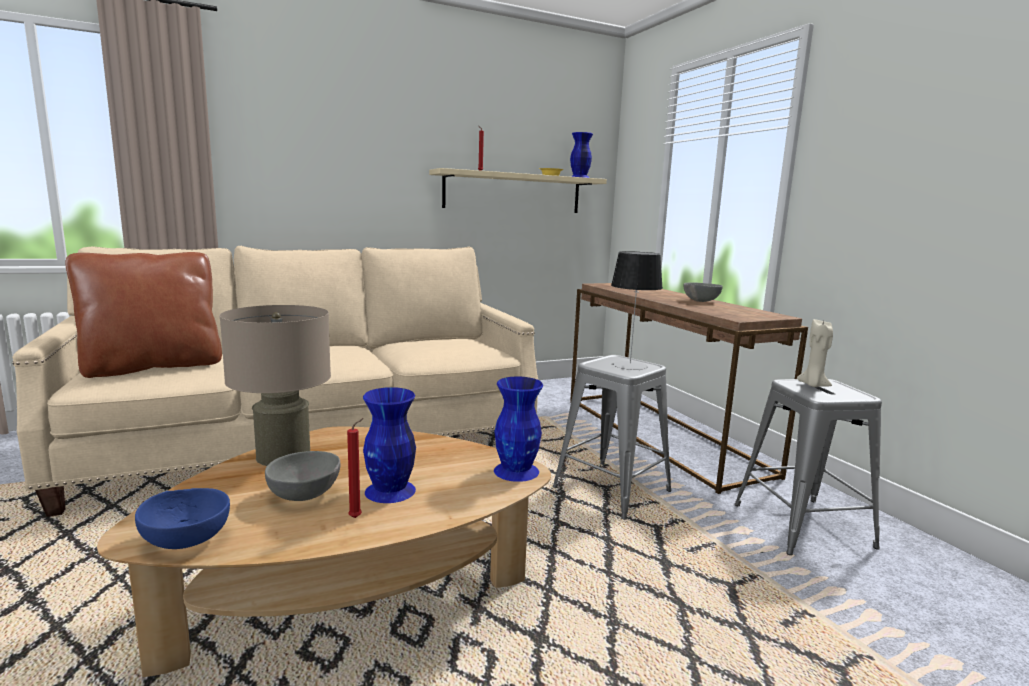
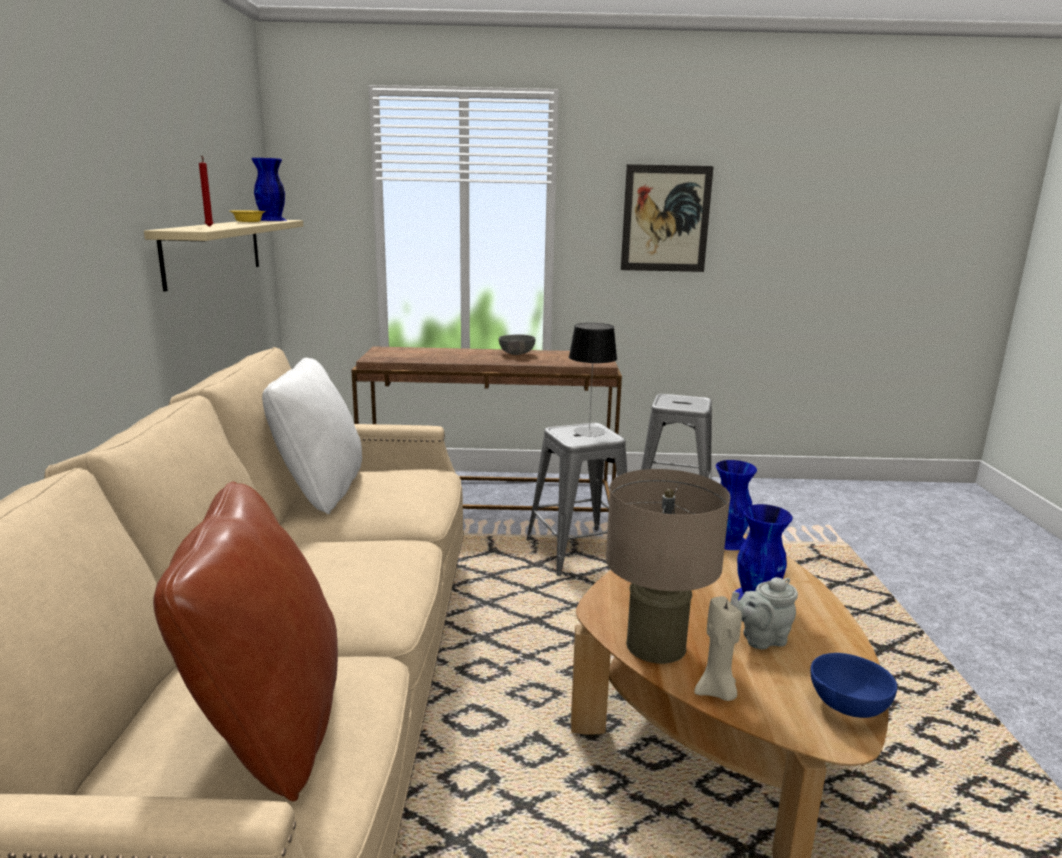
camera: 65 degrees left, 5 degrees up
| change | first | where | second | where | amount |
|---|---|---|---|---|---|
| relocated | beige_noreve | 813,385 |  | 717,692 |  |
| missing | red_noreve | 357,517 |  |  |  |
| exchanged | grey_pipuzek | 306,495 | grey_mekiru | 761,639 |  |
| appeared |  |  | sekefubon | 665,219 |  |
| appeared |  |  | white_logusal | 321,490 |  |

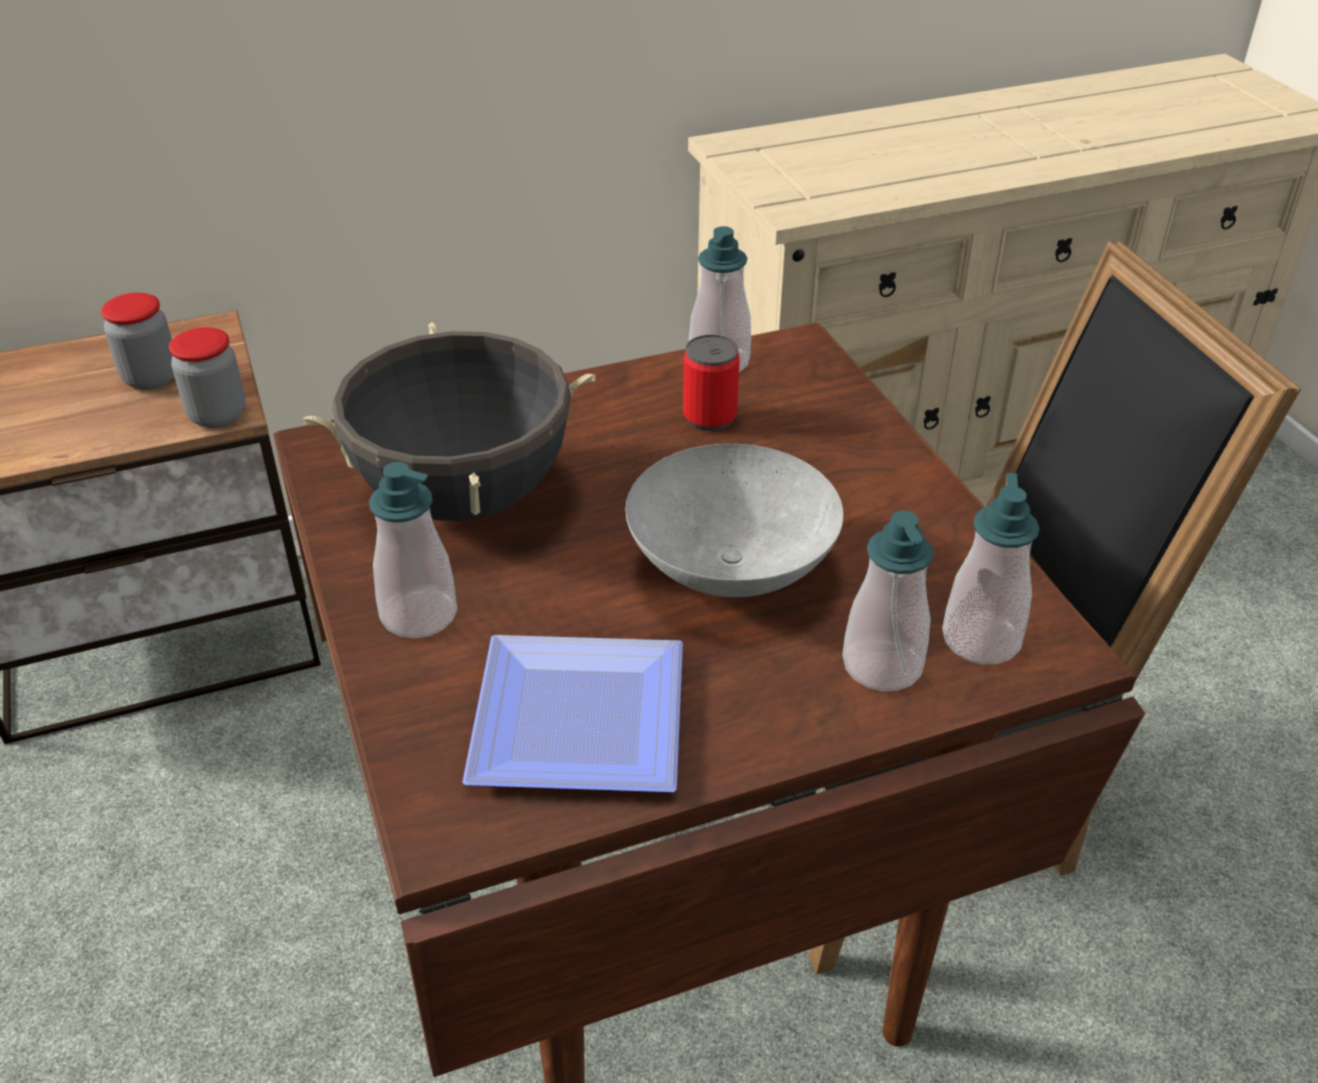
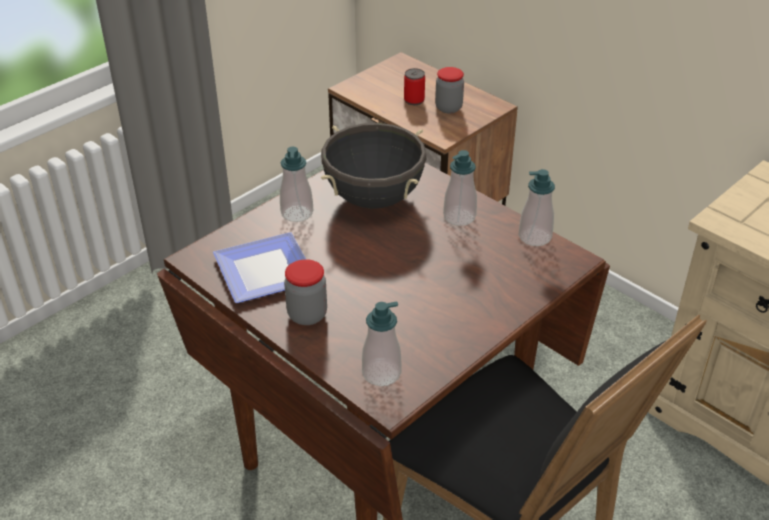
camera: 65 degrees right, 0 degrees up
| change | first | where | second | where | amount |
|---|---|---|---|---|---|
| relocated | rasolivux | 217,415 |  | 307,315 |  |
| relocated | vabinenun | 709,417 |  | 414,100 |  |
| missing | grey_pipuzek | 733,571 |  |  |  |
| relocated | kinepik | 882,665 |  | 459,217 |  |

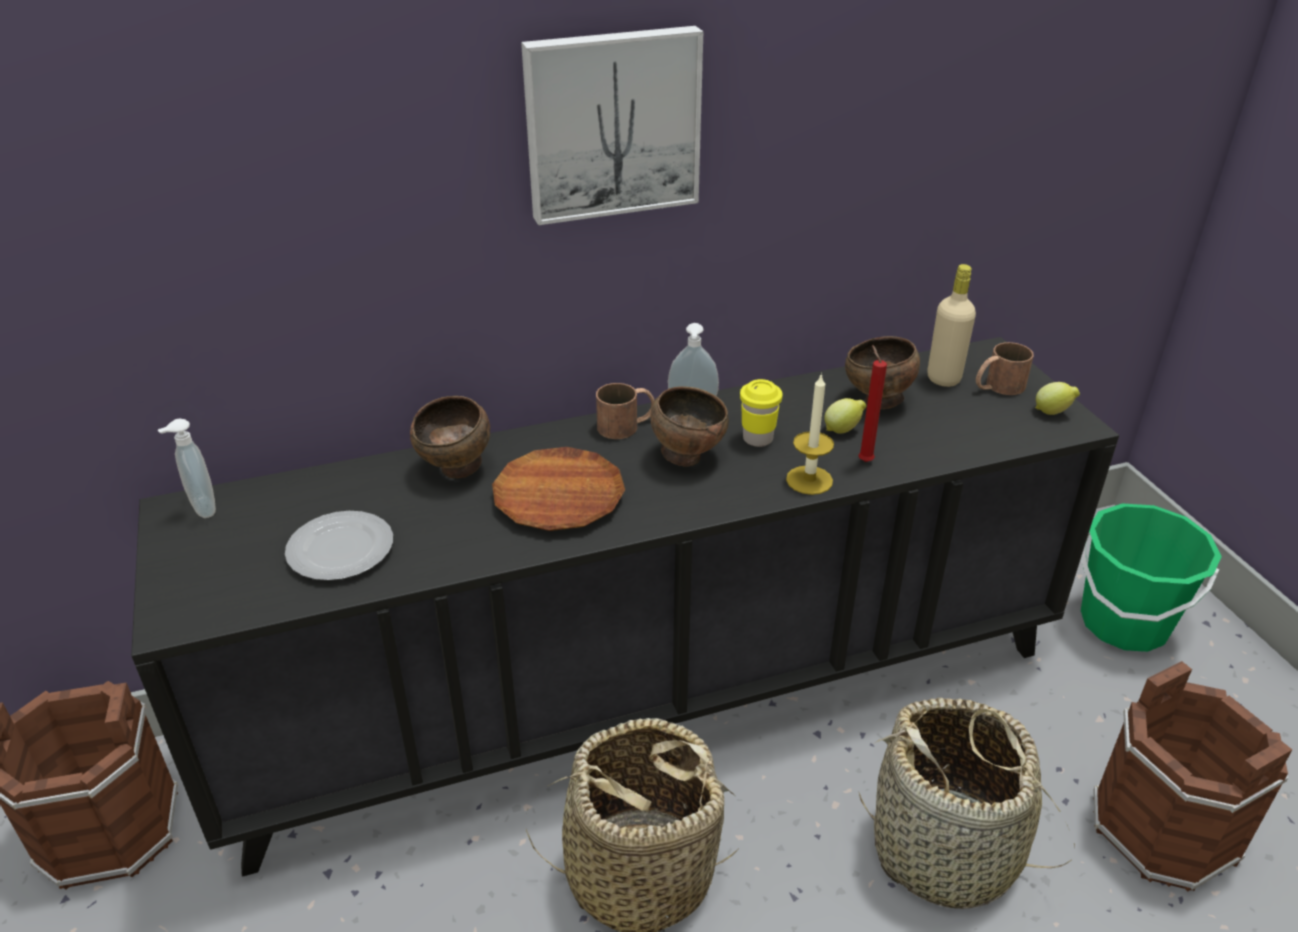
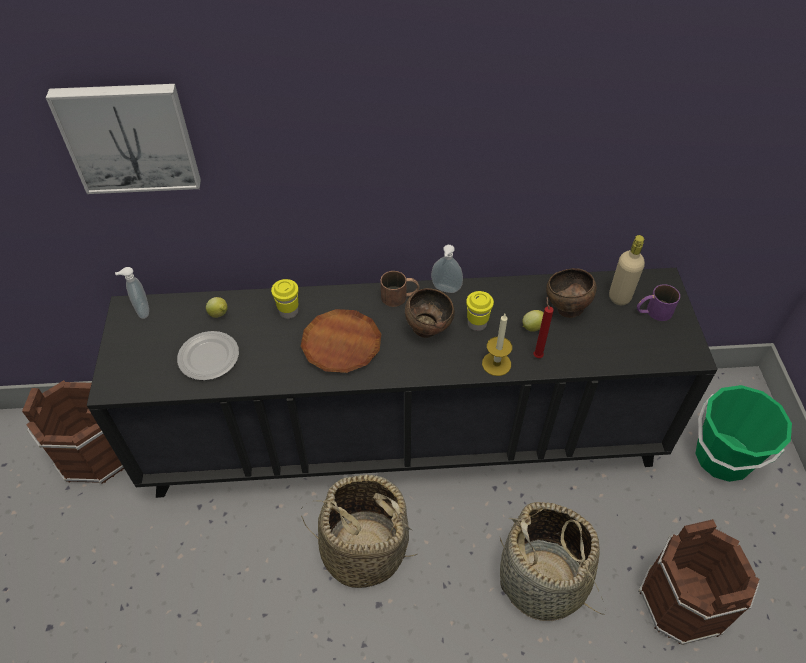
camera: 15 degrees right, 15 degrees up
| change | first | where | second | where | amount |
|---|---|---|---|---|---|
| relocated | sekefubon | 612,123 |  | 129,137 |  |
| colour | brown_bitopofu | 997,387 | purple_bitopofu | 653,311 |  |
| relocated | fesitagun | 1053,412 |  | 219,315 |  |
| exchanged | brown_pipuzek | 456,470 | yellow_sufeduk | 288,312 |  |

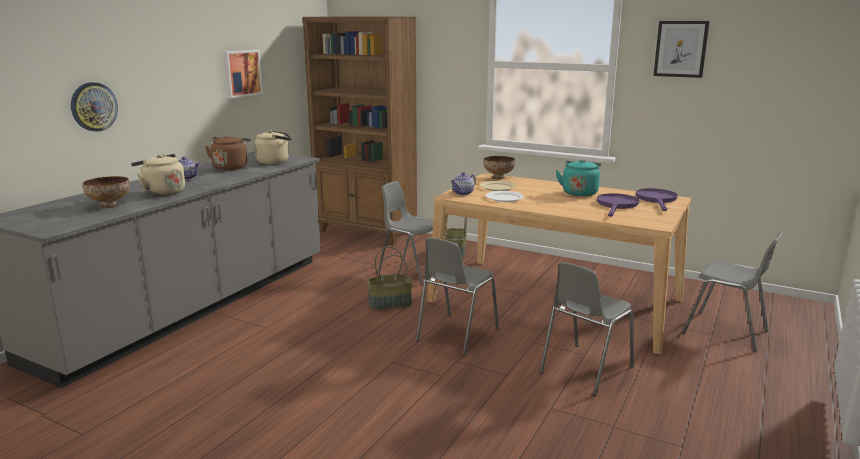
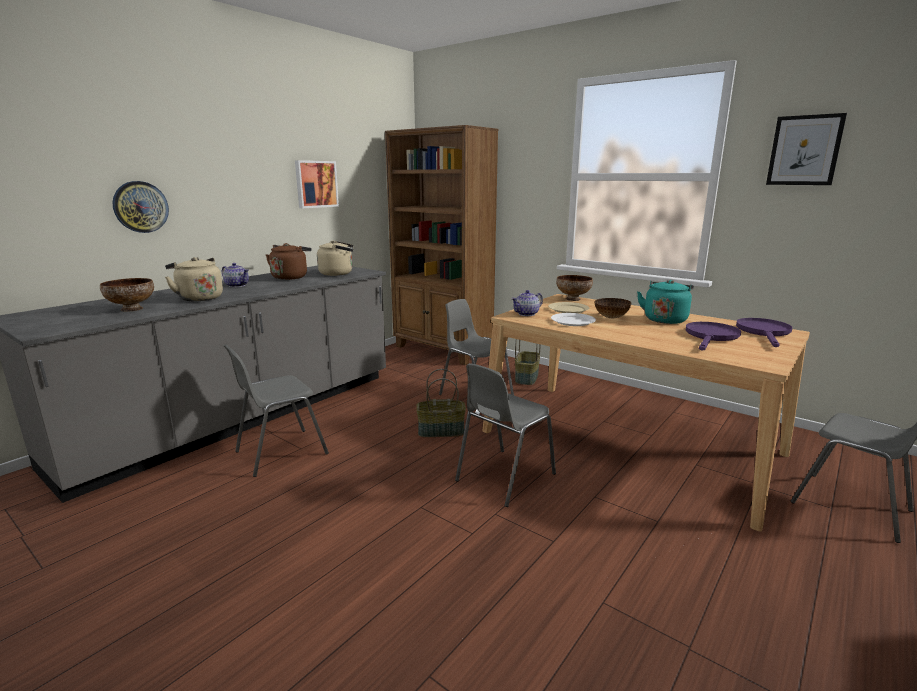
camera: 10 degrees right, 0 degrees up
| change | first | where | second | where | amount |
|---|---|---|---|---|---|
| relocated | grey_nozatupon | 584,370 |  | 280,452 |  |
| appeared |  |  | pipuzek | 610,317 |  |

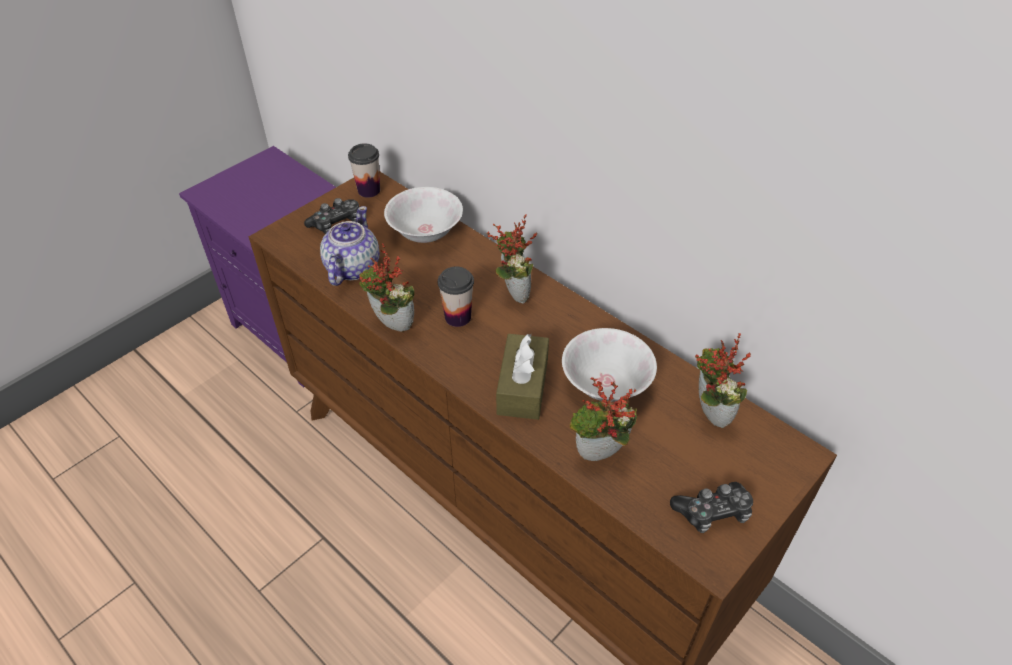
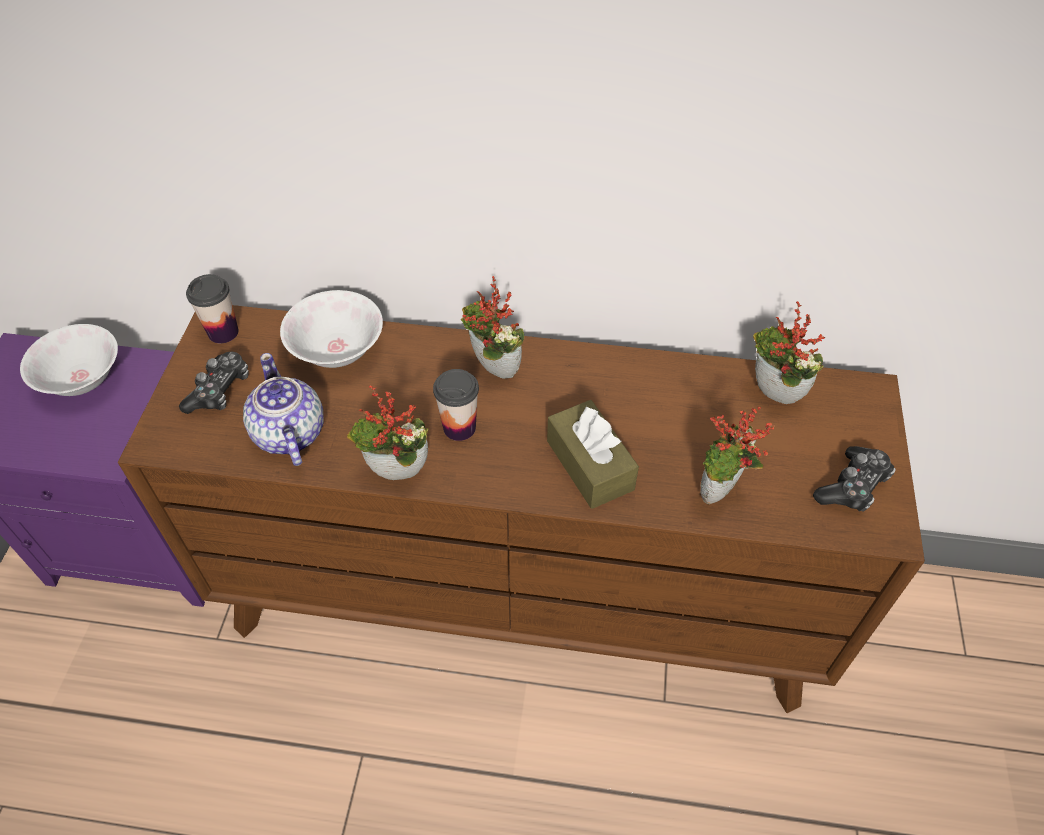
camera: 35 degrees left, 5 degrees up
| change | first | where | second | where | amount |
|---|---|---|---|---|---|
| relocated | white_pipuzek | 605,384 |  | 82,379 |  |

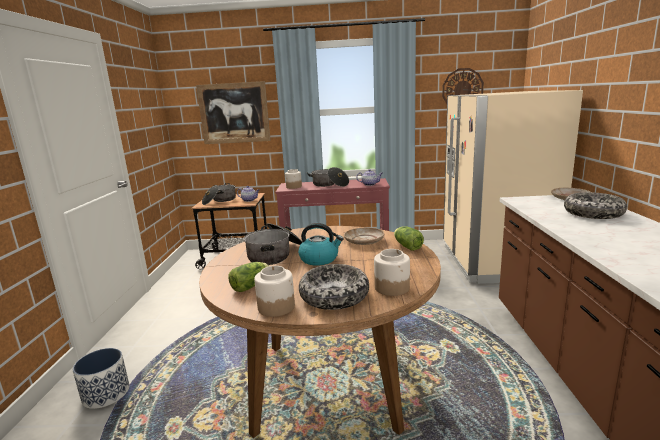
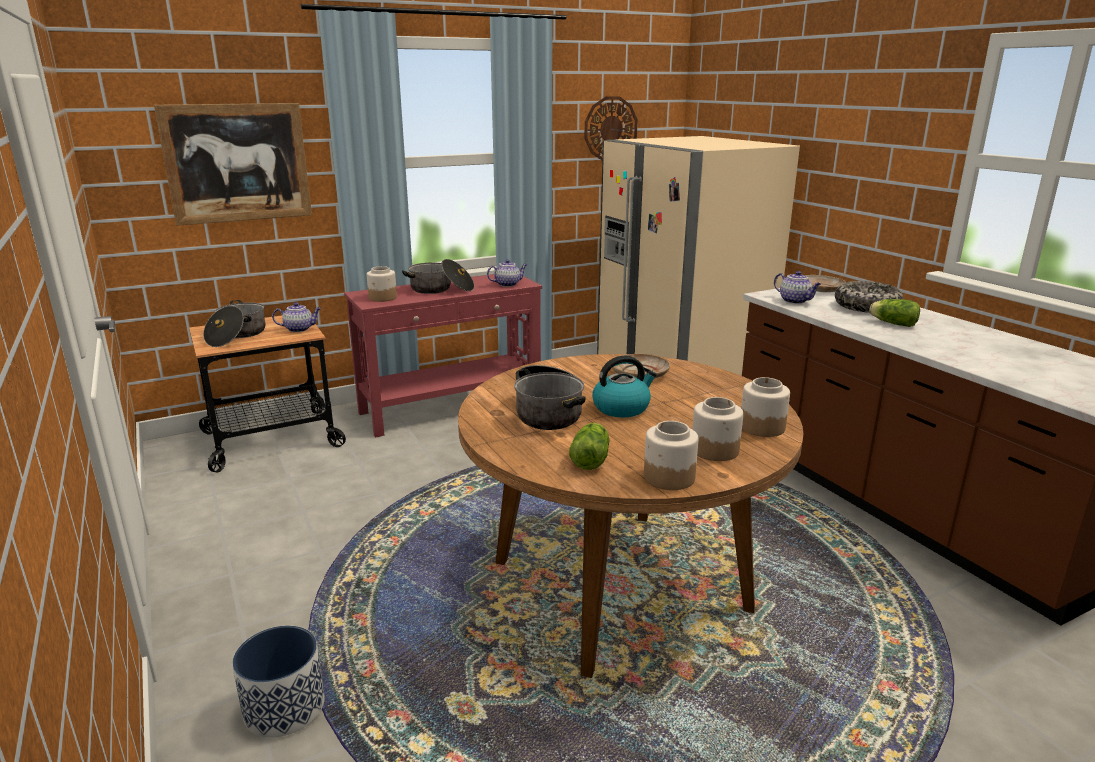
camera: 30 degrees left, 5 degrees up
| change | first | where | second | where | amount |
|---|---|---|---|---|---|
| relocated | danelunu | 407,246 |  | 892,323 |  |
| exchanged | pipuzek | 334,296 | rasolivux | 715,450 |  |
| appeared |  |  | mekiru | 795,301 |  |

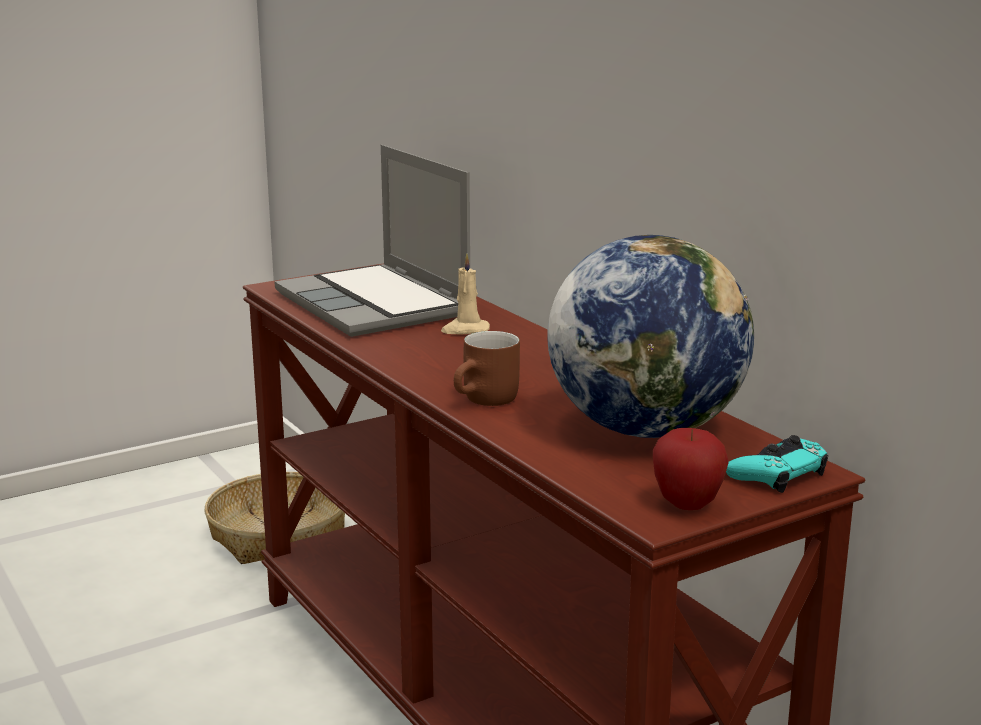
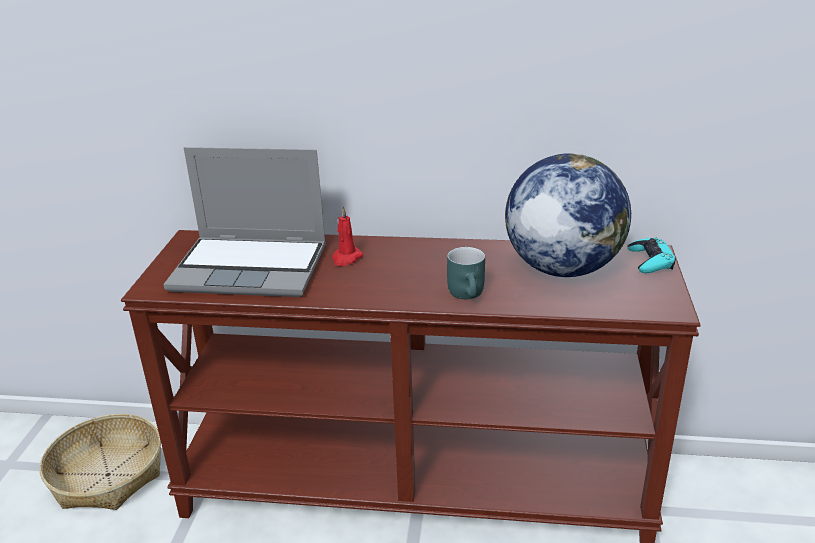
camera: 50 degrees left, 10 degrees up
| change | first | where | second | where | amount |
|---|---|---|---|---|---|
| colour | beige_noreve | 465,330 | red_noreve | 346,258 |  |
| colour | brown_bitopofu | 488,401 | turquoise_bitopofu | 469,294 |  |
| missing | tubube | 687,505 |  |  |  |

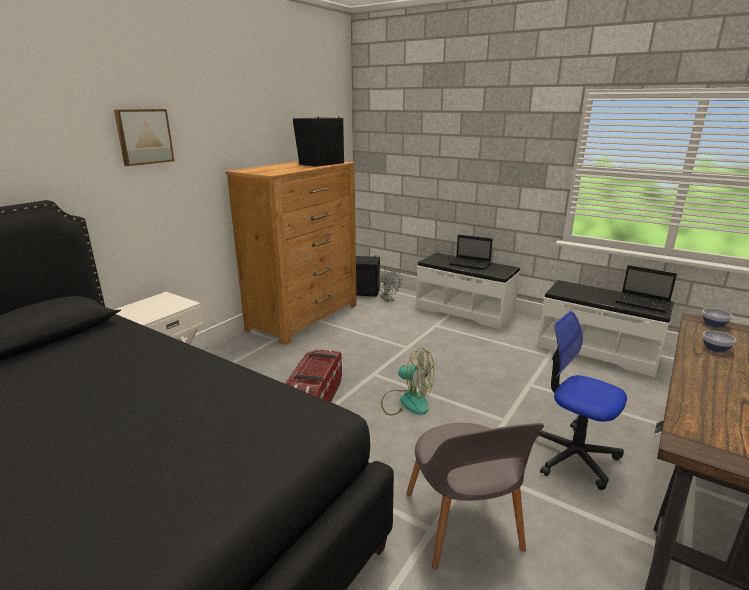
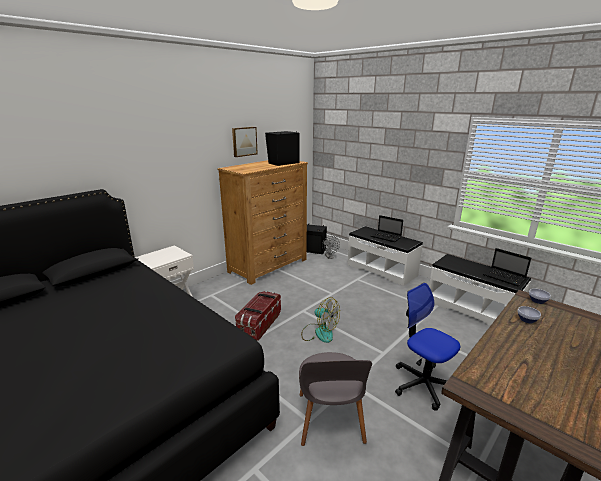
camera: 10 degrees right, 0 degrees up
| change | first | where | second | where | amount |
|---|---|---|---|---|---|
| relocated | sekefubon | 144,136 |  | 244,141 |  |

